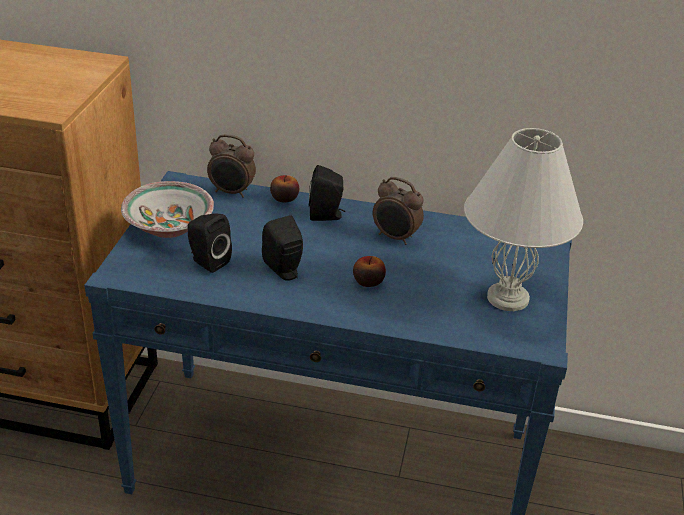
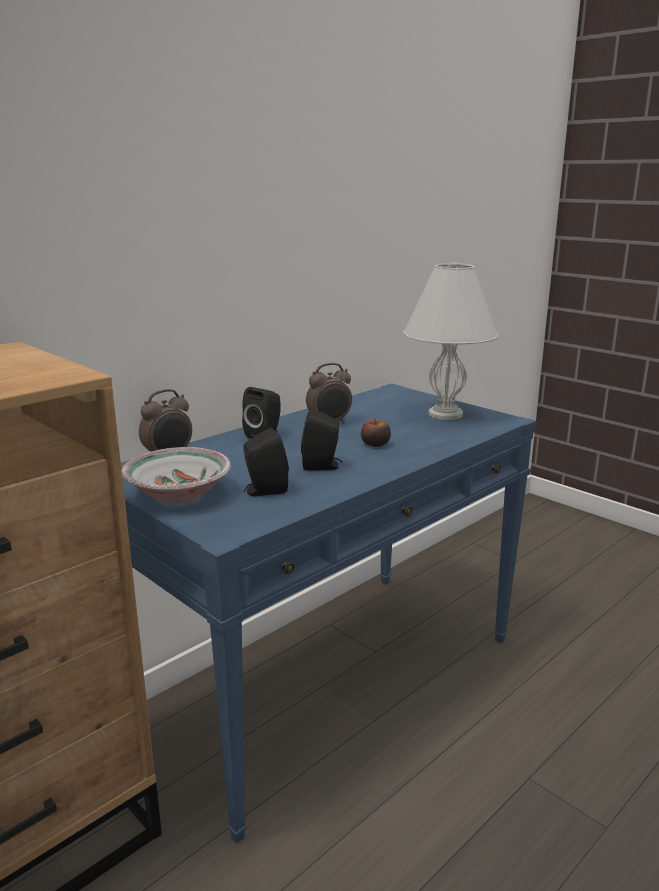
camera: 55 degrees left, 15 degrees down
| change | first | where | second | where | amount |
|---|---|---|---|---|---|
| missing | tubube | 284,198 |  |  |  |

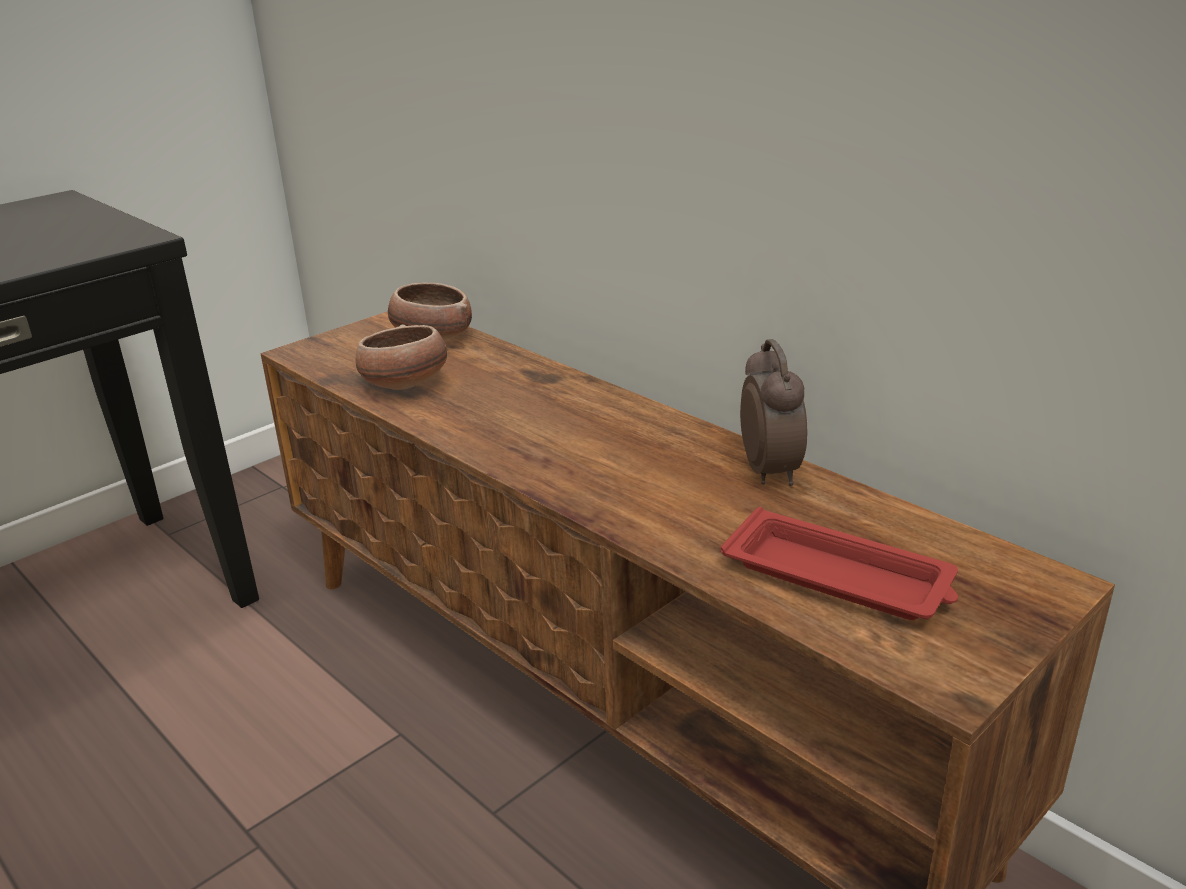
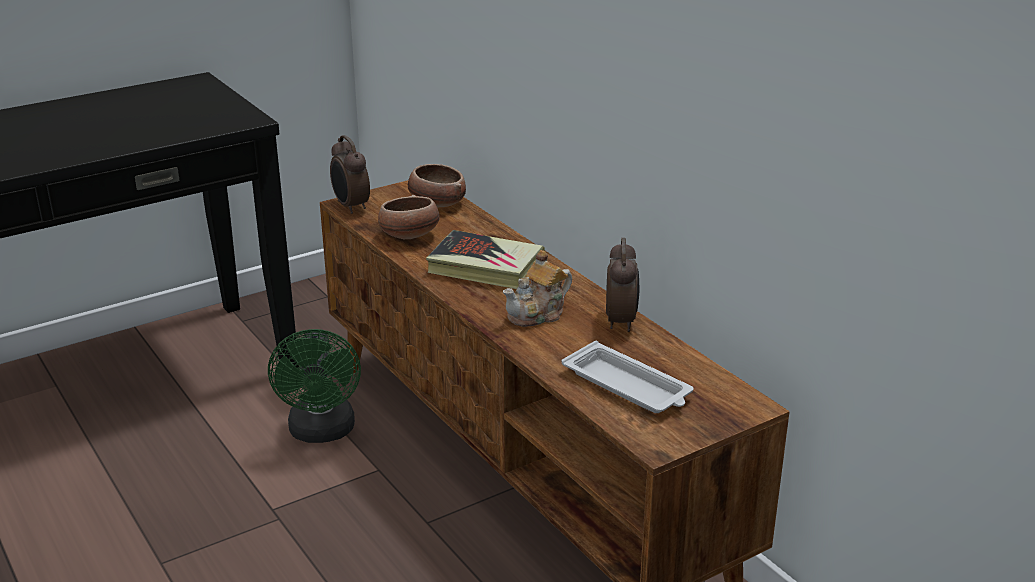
camera: 10 degrees right, 0 degrees up
| change | first | where | second | where | amount |
|---|---|---|---|---|---|
| colour | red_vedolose | 840,578 | white_vedolose | 628,386 |  |
| appeared |  |  | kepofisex | 350,207 |  |
| appeared |  |  | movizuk | 486,267 |  |
| appeared |  |  | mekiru | 538,314 |  |
| appeared |  |  | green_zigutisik | 322,432 |  |

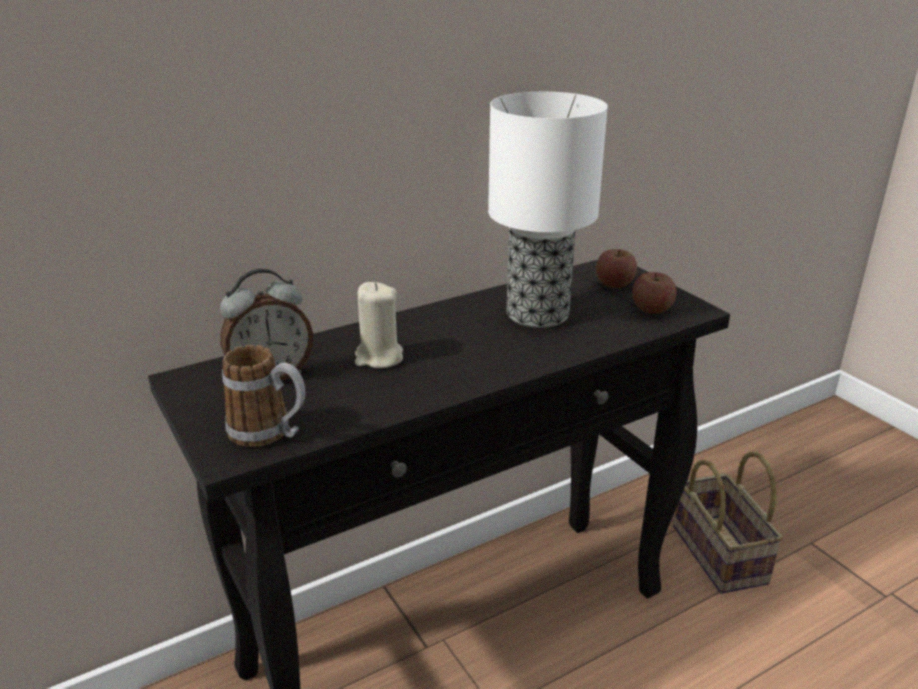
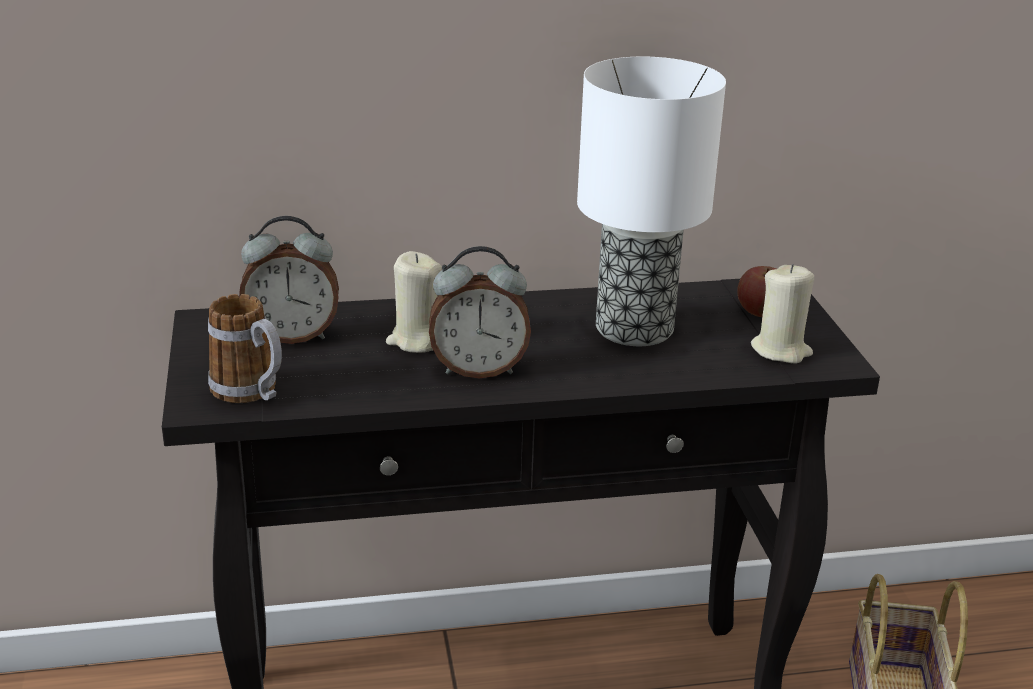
camera: 20 degrees right, 0 degrees up
| change | first | where | second | where | amount |
|---|---|---|---|---|---|
| exchanged | tubube | 652,309 | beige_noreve | 781,350 |  |
| appeared |  |  | kepofisex | 478,369 |  |

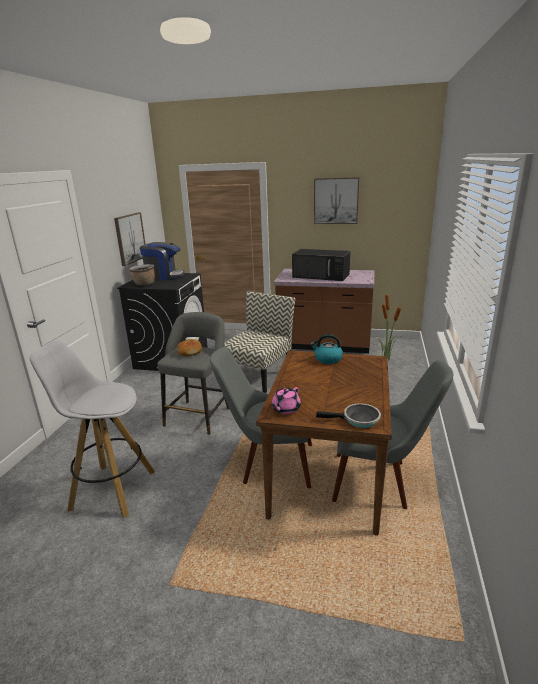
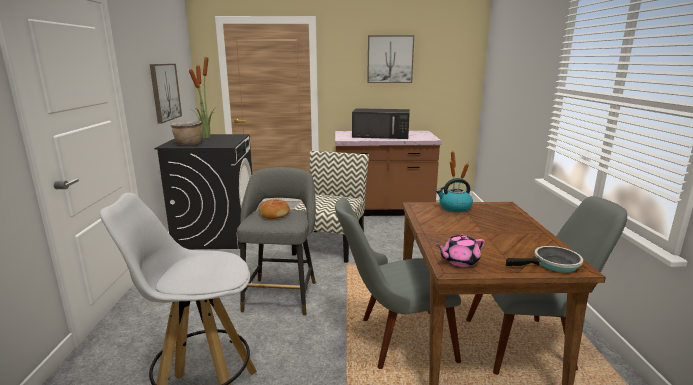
camera: 15 degrees left, 5 degrees down
| change | first | where | second | where | amount |
|---|---|---|---|---|---|
| exchanged | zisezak | 163,276 | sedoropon | 207,137 |  |
| spun | pink_mekiru | 285,409 |  | 459,261 | 45 degrees clockwise |

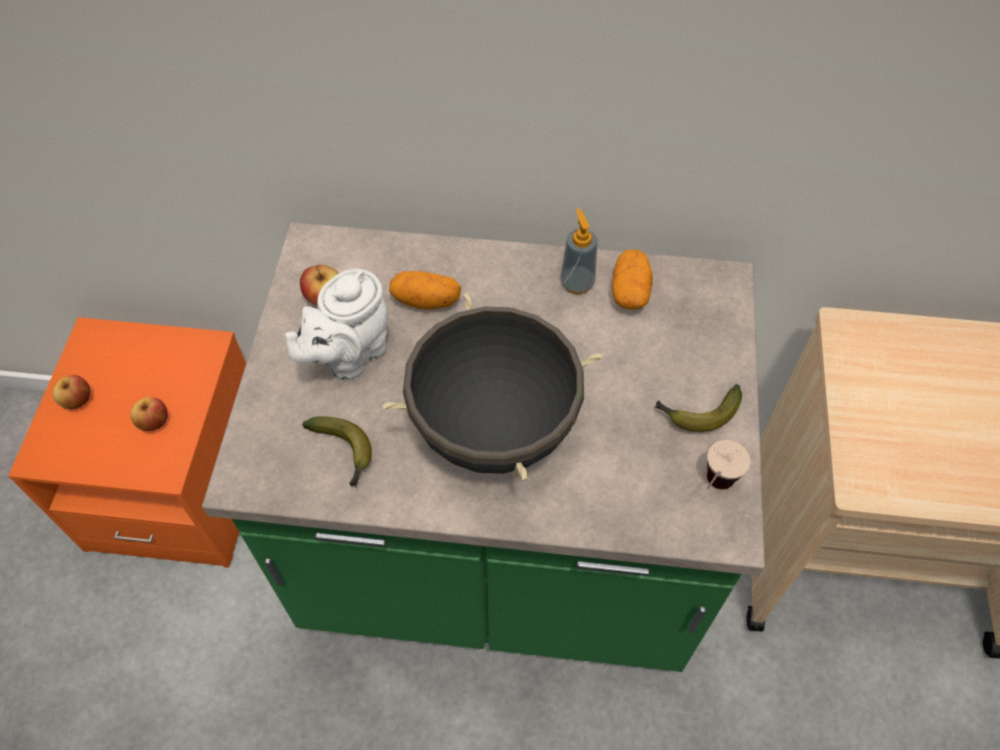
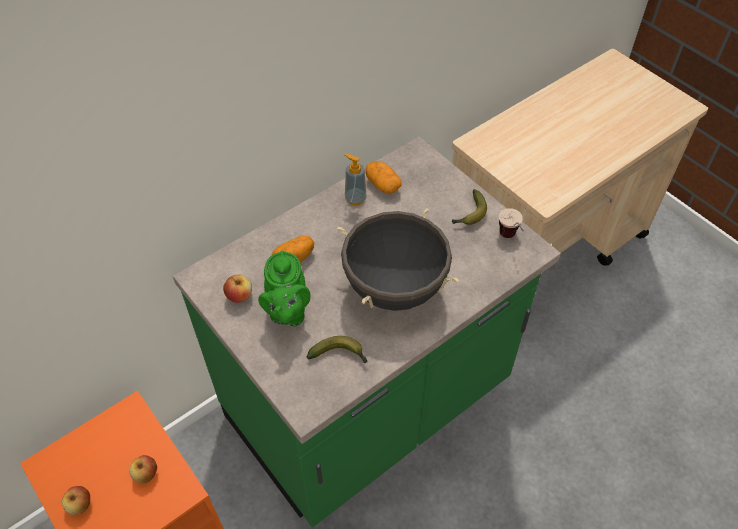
camera: 45 degrees left, 5 degrees down
| change | first | where | second | where | amount |
|---|---|---|---|---|---|
| colour | white_mekiru | 349,355 | green_mekiru | 287,312 |  |

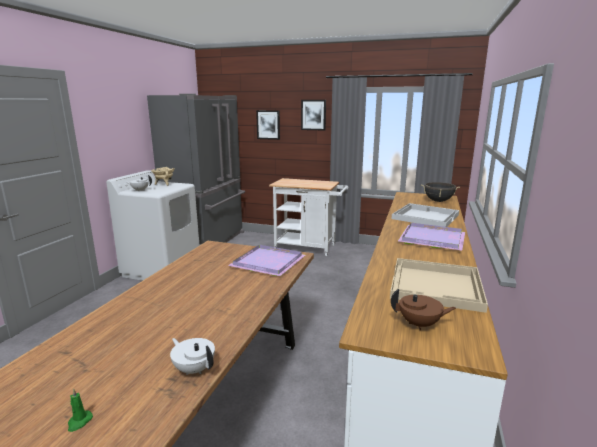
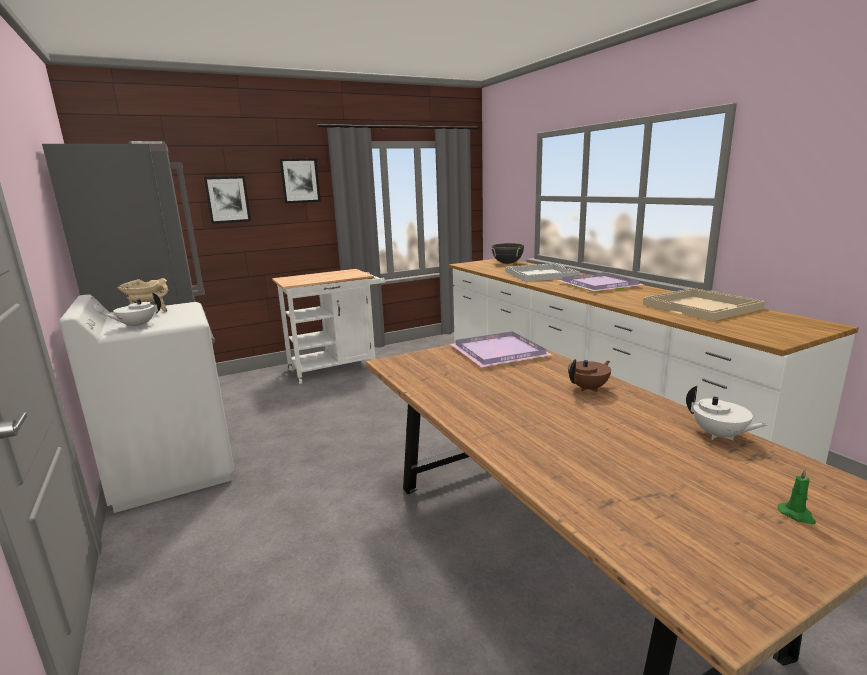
camera: 45 degrees left, 0 degrees up
| change | first | where | second | where | amount |
|---|---|---|---|---|---|
| relocated | brown_mekiru | 420,324 |  | 588,388 |  |
| spun | white_mekiru | 194,369 |  | 719,435 | 120 degrees counterclockwise |

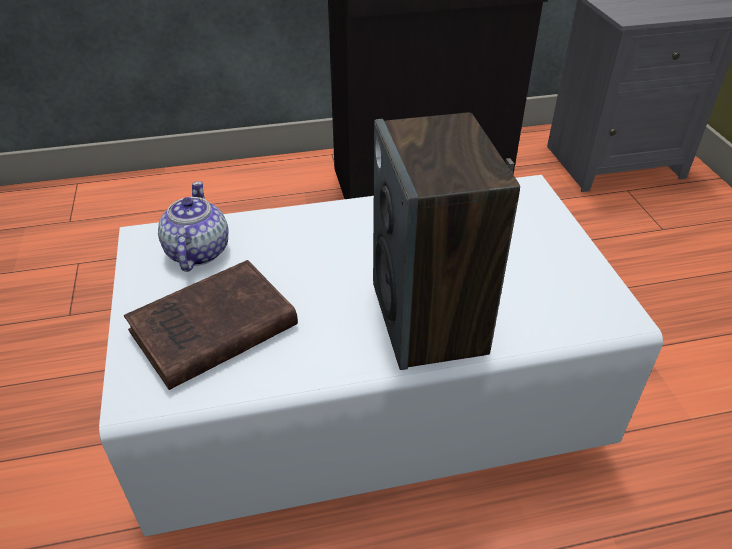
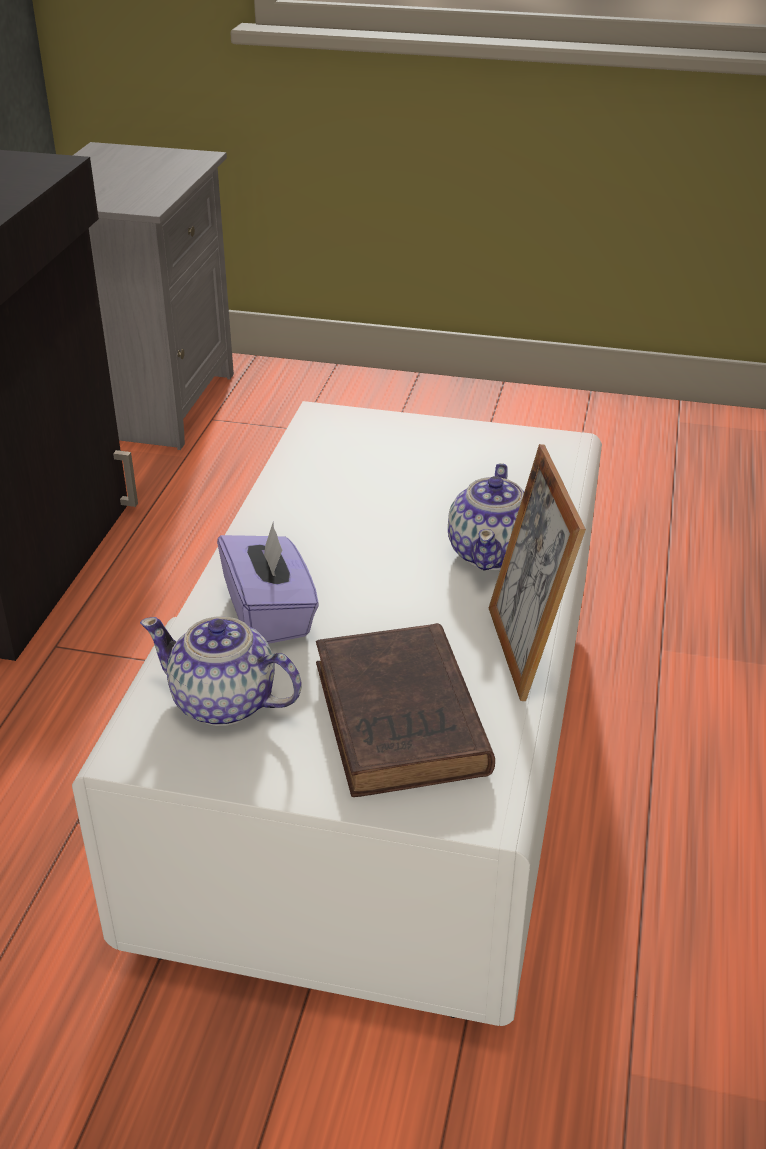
camera: 65 degrees left, 5 degrees down
| change | first | where | second | where | amount |
|---|---|---|---|---|---|
| exchanged | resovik | 429,319 | mekiru | 492,552 |  |
| appeared |  |  | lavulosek | 525,651 |  |
| appeared |  |  | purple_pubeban | 270,614 |  |

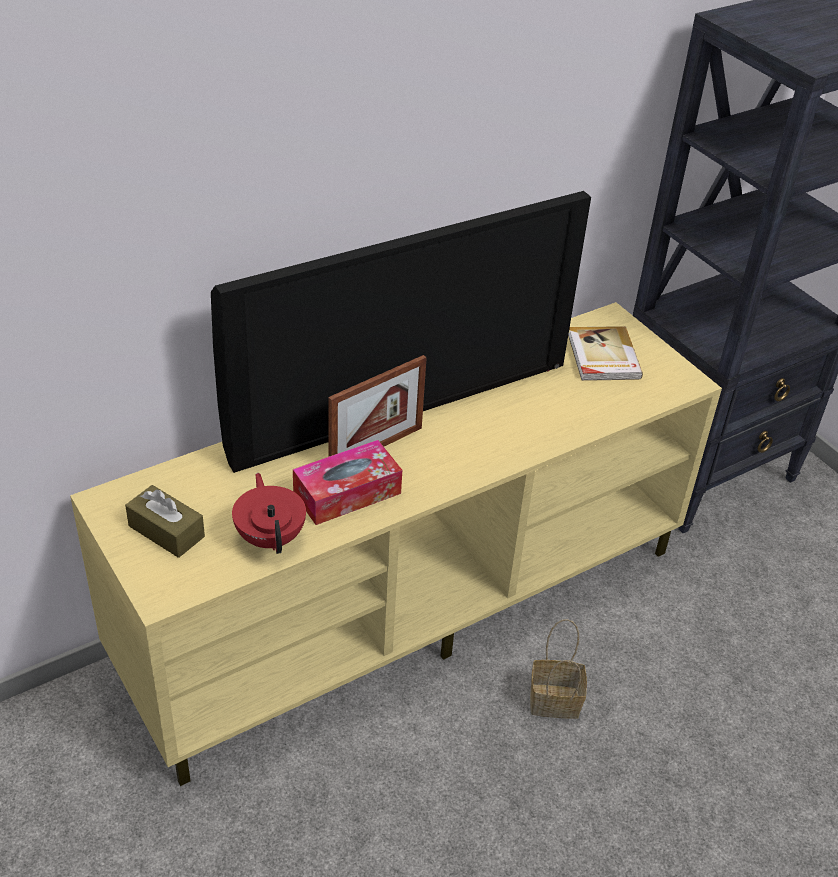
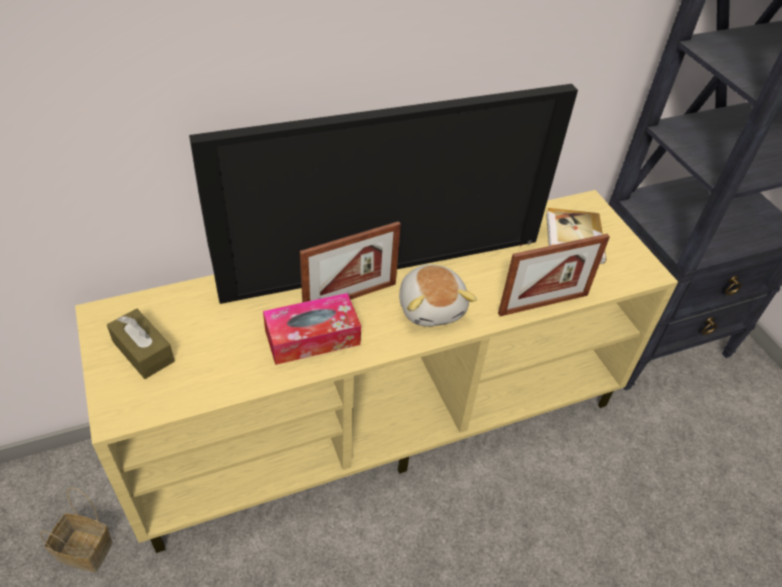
camera: 10 degrees right, 5 degrees up
| change | first | where | second | where | amount |
|---|---|---|---|---|---|
| missing | red_mekiru | 270,537 |  |  |  |
| relocated | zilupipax | 556,700 |  | 87,550 |  |
| appeared |  |  | lavulosek | 543,304 |  |
| appeared |  |  | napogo | 432,307 |  |

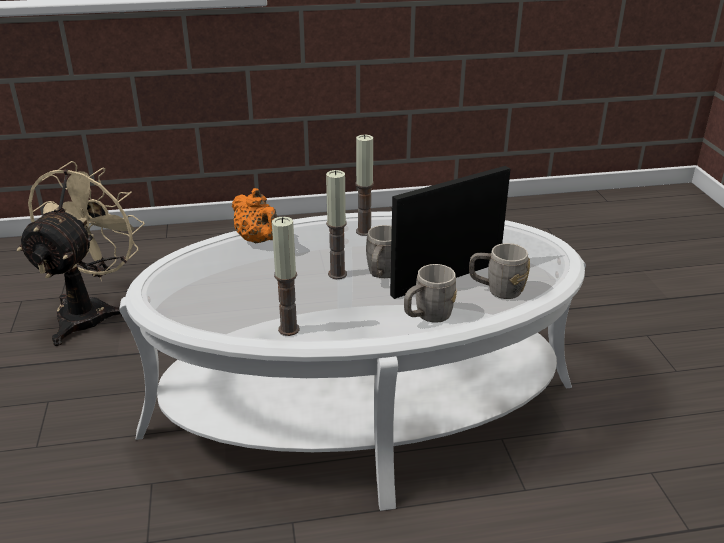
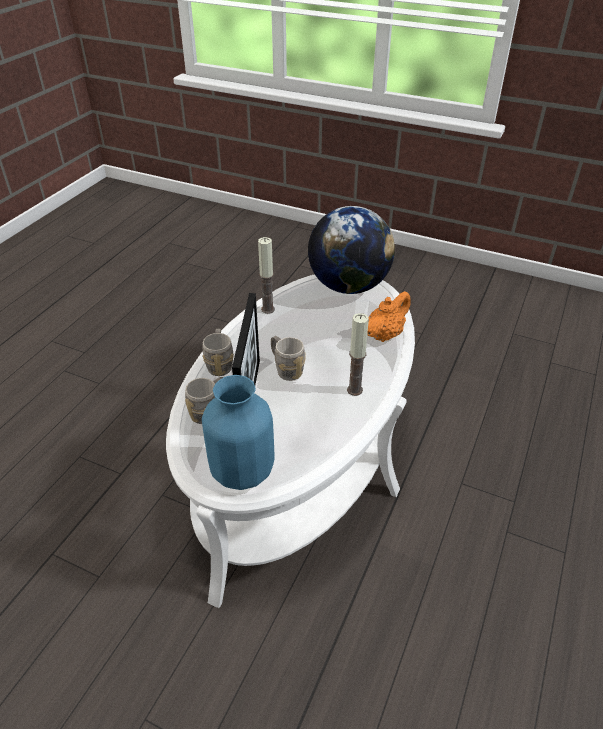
camera: 125 degrees right, 10 degrees up
| change | first | where | second | where | amount |
|---|---|---|---|---|---|
| missing | beige_zigutisik | 91,311 |  |  |  |
| missing | noreve | 337,274 |  |  |  |
| spun | orange_mekiru | 259,240 |  | 385,334 | 135 degrees clockwise |
| appeared |  |  | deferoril | 348,286 |  |
| appeared |  |  | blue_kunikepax | 243,472 |  |

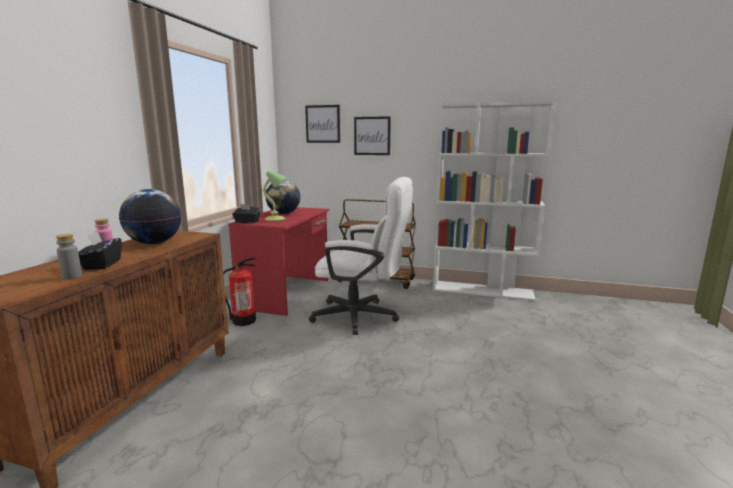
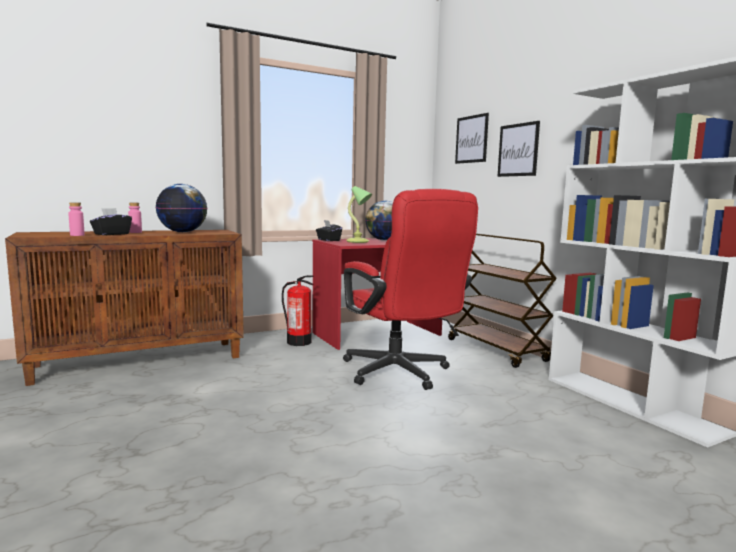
camera: 45 degrees right, 5 degrees down
| change | first | where | second | where | amount |
|---|---|---|---|---|---|
| colour | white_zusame | 363,317 | red_zusame | 401,374 |  |
| colour | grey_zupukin | 72,277 | pink_zupukin | 77,235 |  |

